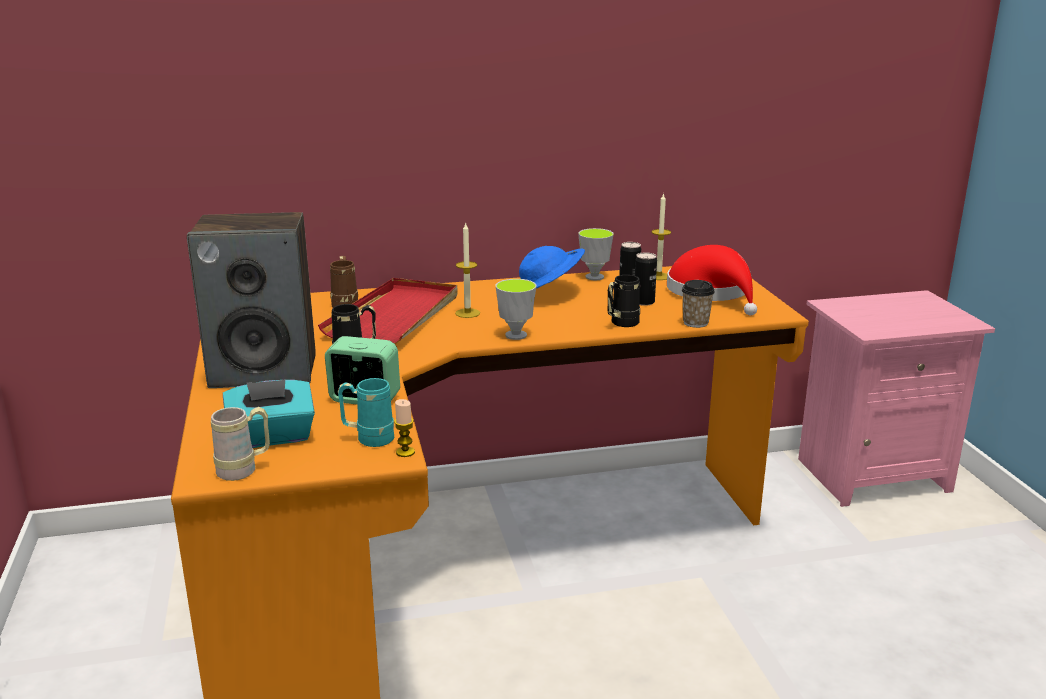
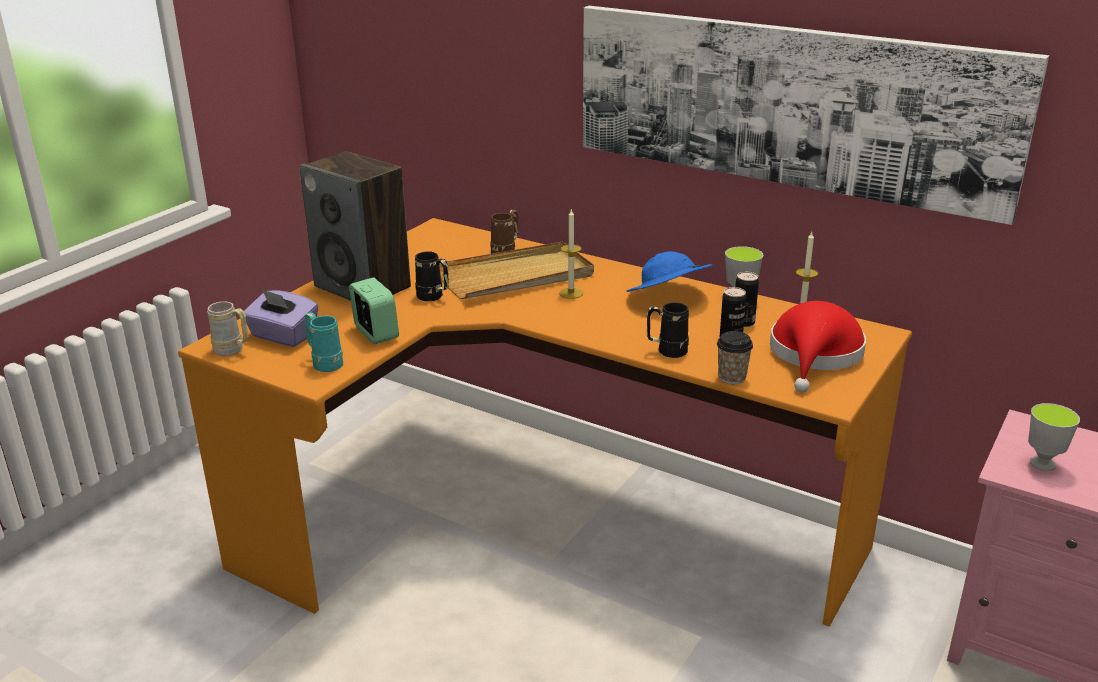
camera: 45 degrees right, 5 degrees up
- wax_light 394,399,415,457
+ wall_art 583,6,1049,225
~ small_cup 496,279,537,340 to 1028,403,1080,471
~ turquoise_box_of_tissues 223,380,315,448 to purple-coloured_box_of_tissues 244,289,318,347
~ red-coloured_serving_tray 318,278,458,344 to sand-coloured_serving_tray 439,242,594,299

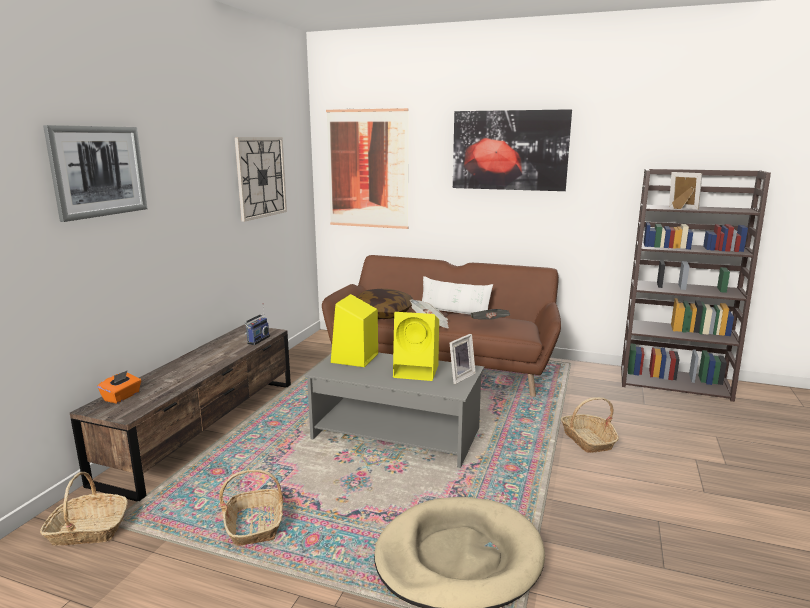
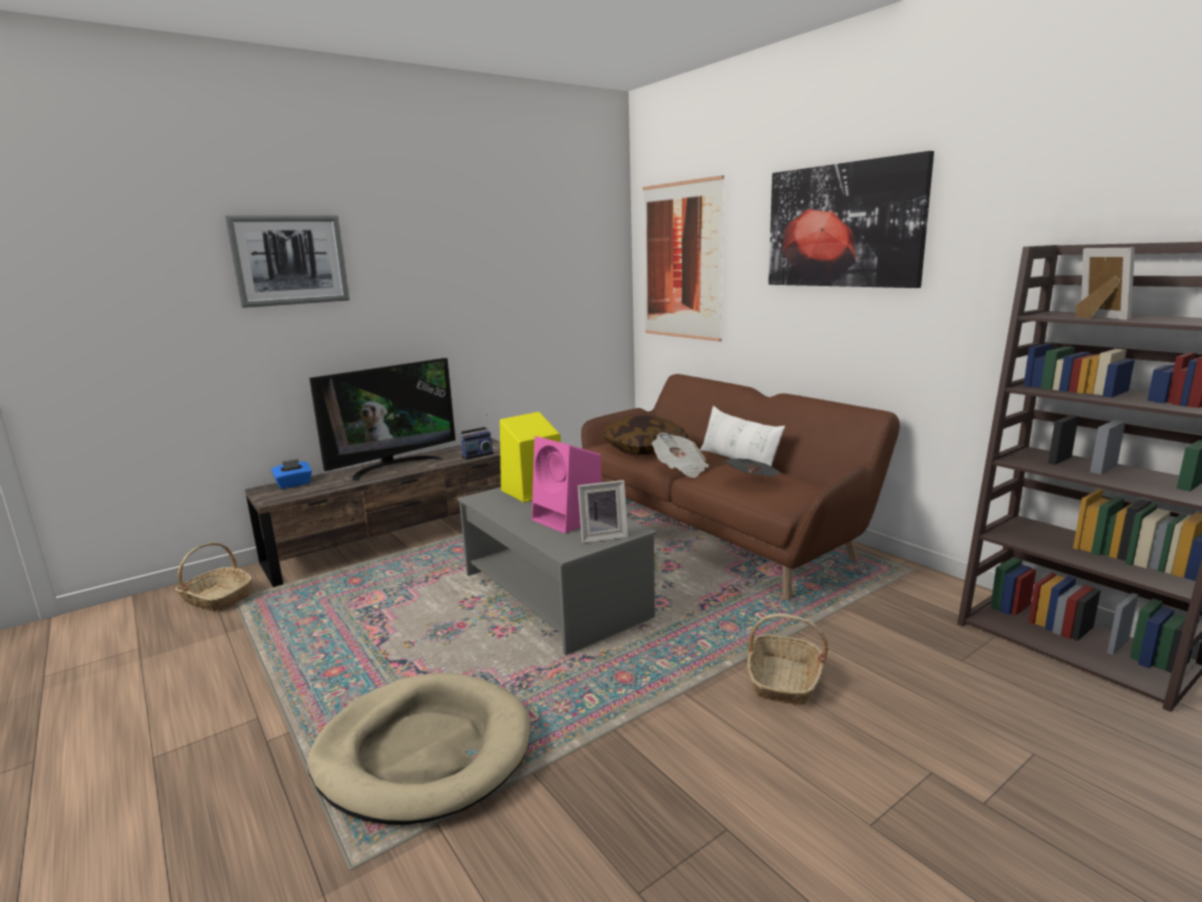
camera: 35 degrees right, 0 degrees up
- storage_basket 219,469,283,546
- hanging_clock 235,137,287,222
+ television 309,358,456,482
~ orange-coloured_box_of_tissues 97,370,141,404 to blue-coloured_box_of_tissues 271,459,312,489
~ yellowish_audio_speaker 393,312,439,381 to pink-coloured_audio_speaker 532,436,602,533

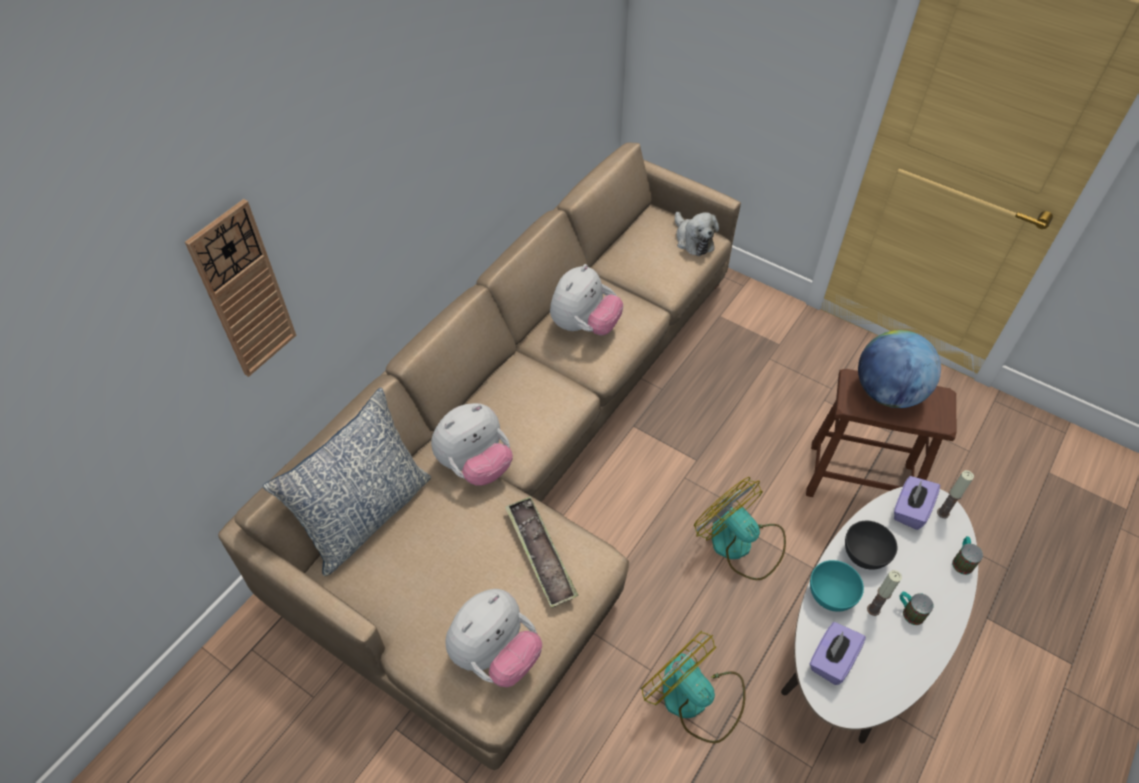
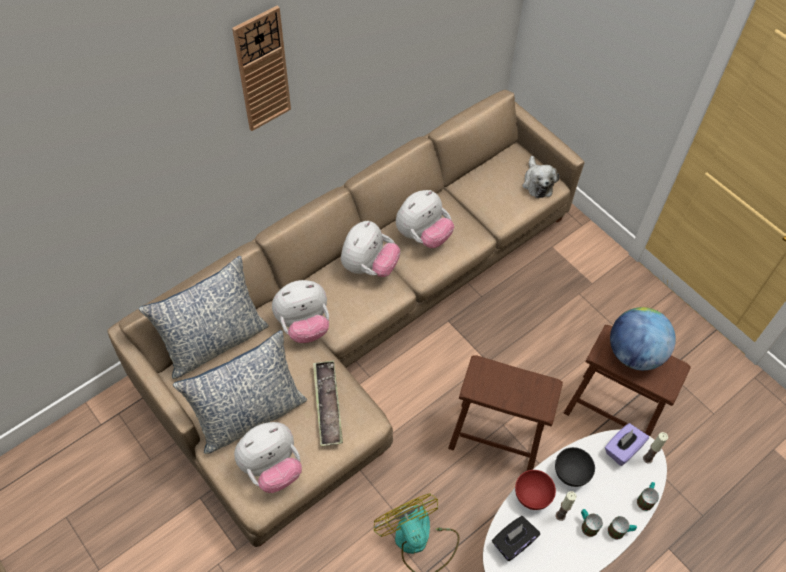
camera: 15 degrees right, 5 degrees up
+ cushion 173,330,307,454
+ cuddly_toy 341,221,400,277
+ tea_mug 608,516,637,539
~ hanging_clock 185,199,296,377 to 232,6,291,131
~ electric_fan 694,477,786,580 to brown-coloured_sitting_stool 448,356,563,471
~ turquoise_deep_dish 810,560,864,612 to red-coloured_deep_dish 515,470,556,510
~ purple-coloured_box_of_tissues 810,622,866,685 to blackish_box_of_tissues 492,516,540,561

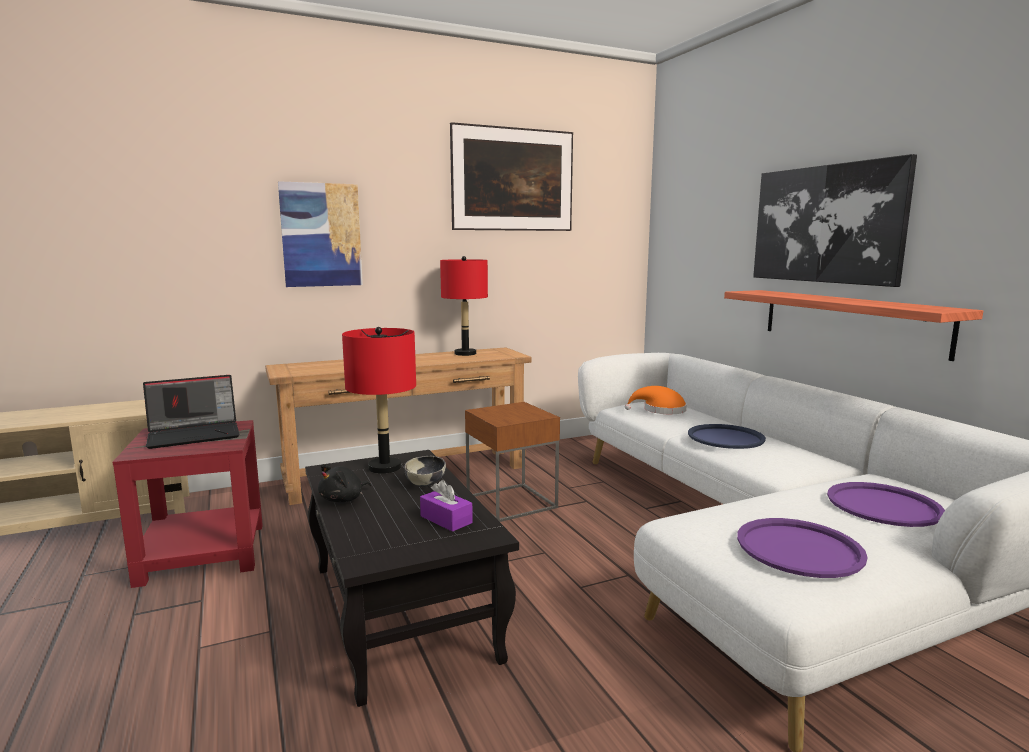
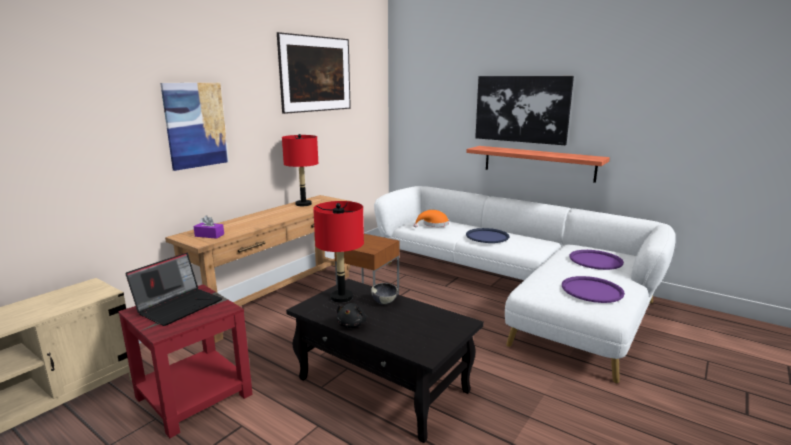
camera: 30 degrees left, 5 degrees up
~ purple-coloured_box_of_tissues 420,480,473,532 to 193,215,224,239

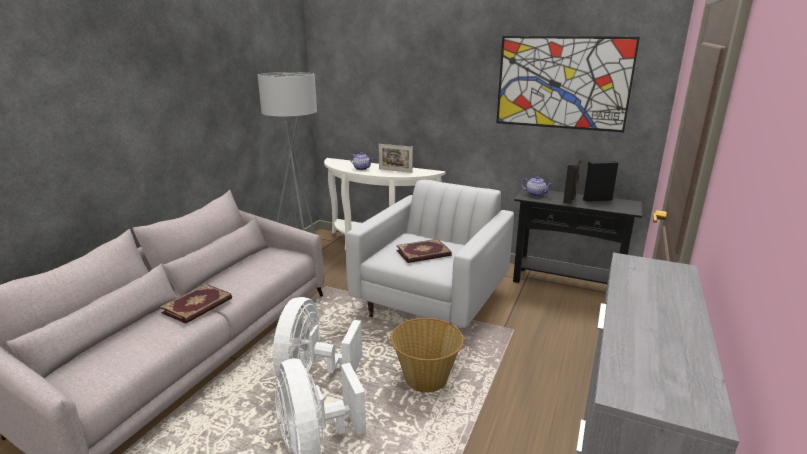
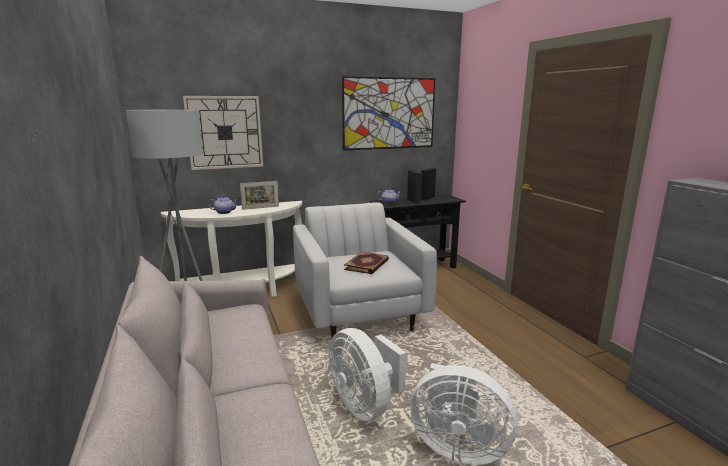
camera: 45 degrees left, 5 degrees down
- bound_book 160,284,232,324
- storage_basket 391,318,464,393
+ hanging_clock 183,96,263,170

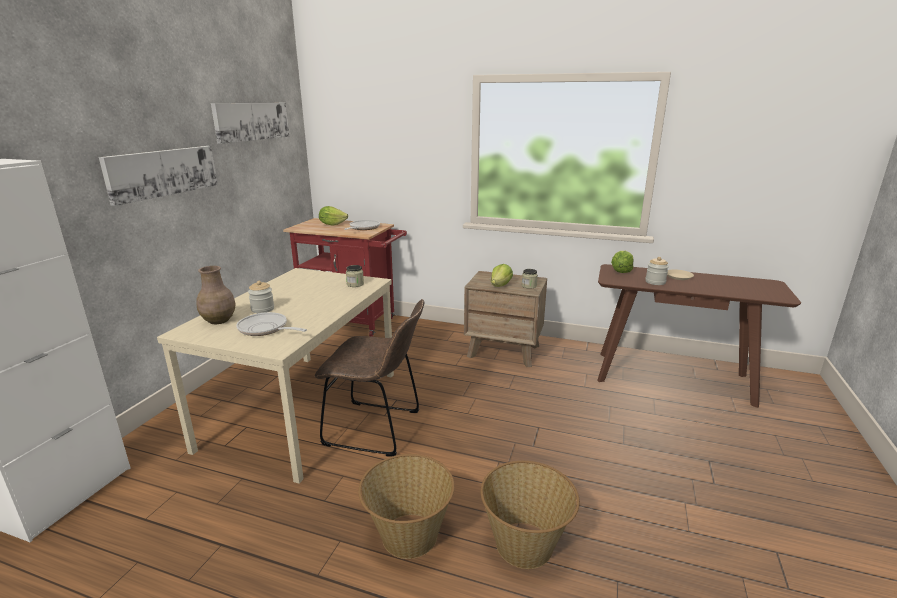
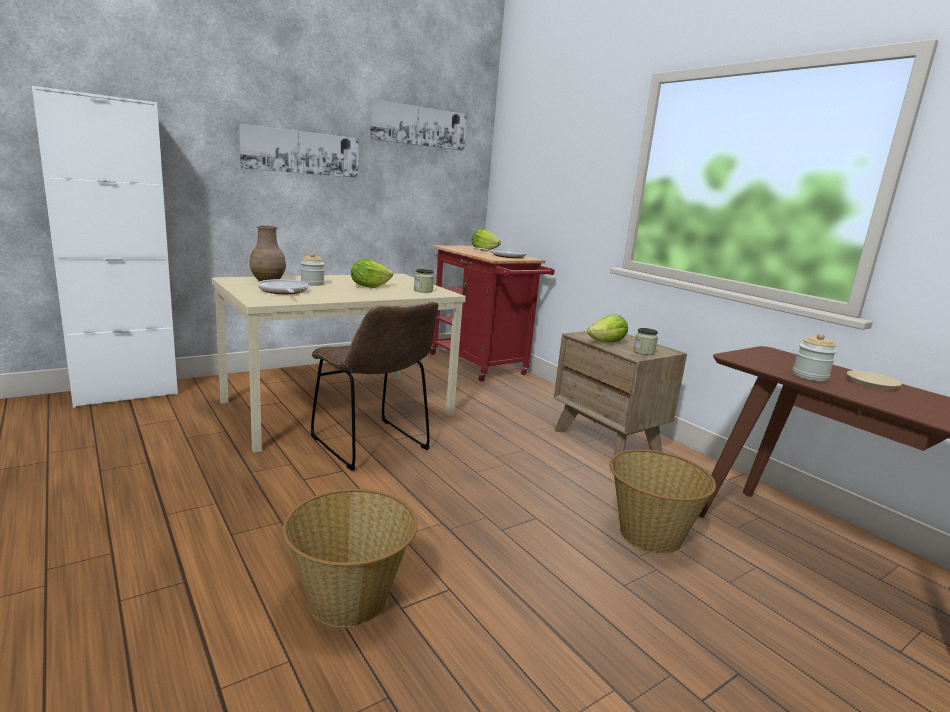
camera: 35 degrees right, 5 degrees down
~ storage_basket 358,454,455,559 to 609,449,716,554
~ lettuce 611,251,634,273 to 351,259,393,288

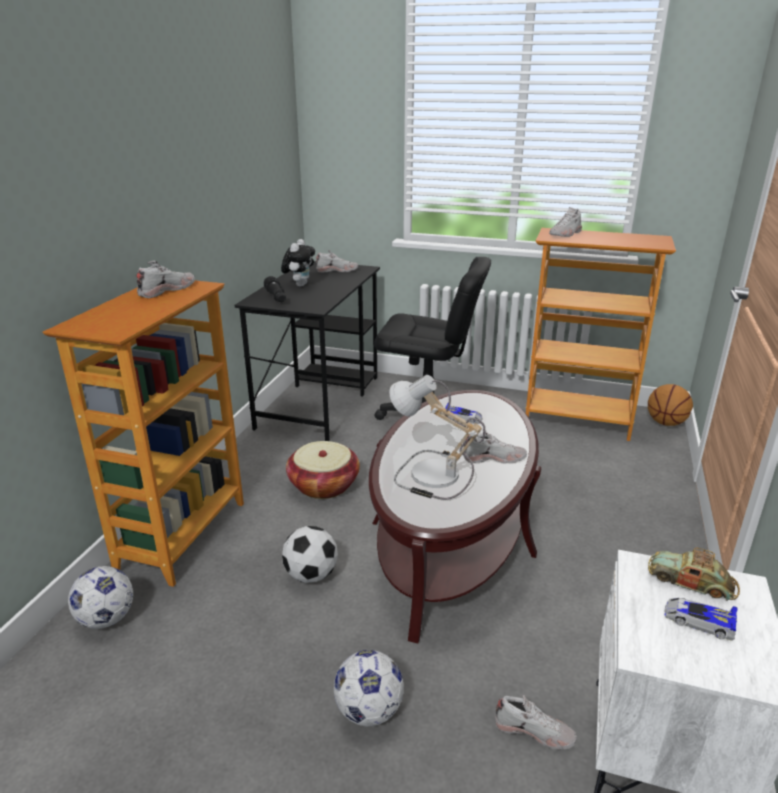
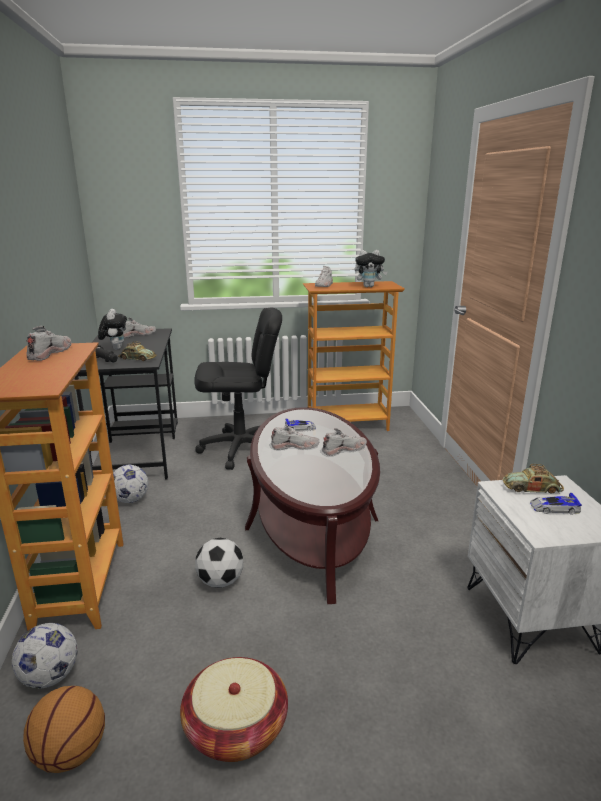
camera: 25 degrees left, 5 degrees down
- table_lamp 389,375,485,500
+ miniature_car 118,342,157,361
+ cuddly_toy 355,250,388,287
~ storage_basket 286,441,360,499 to 180,657,288,762
~ ball_for_football 334,650,404,726 to 113,465,148,503
~ whitish_item_of_footwear 495,695,577,750 to 271,424,319,450
~ basketball_ball 648,384,693,426 to 23,686,105,773

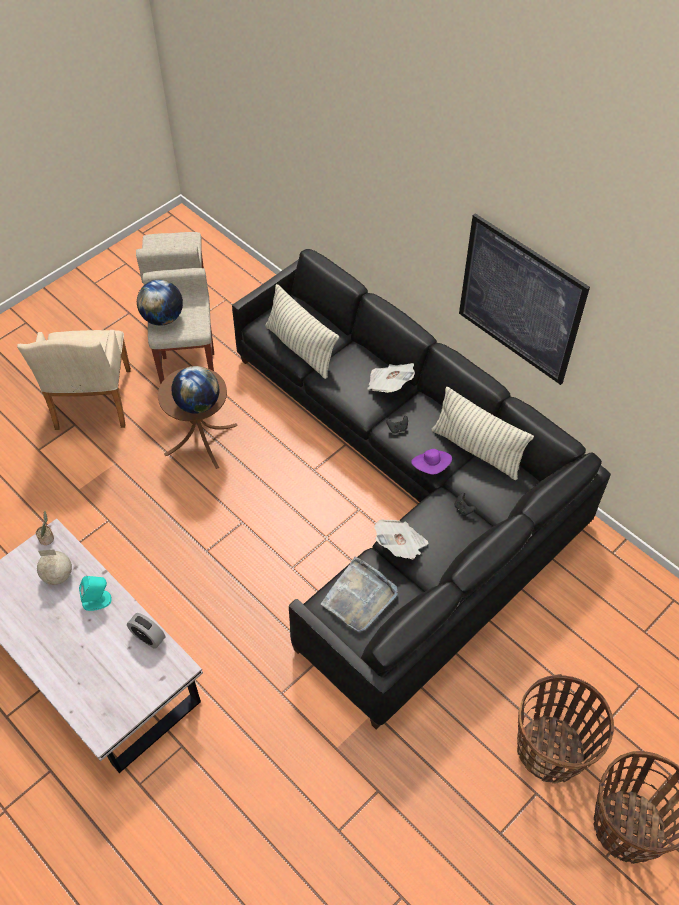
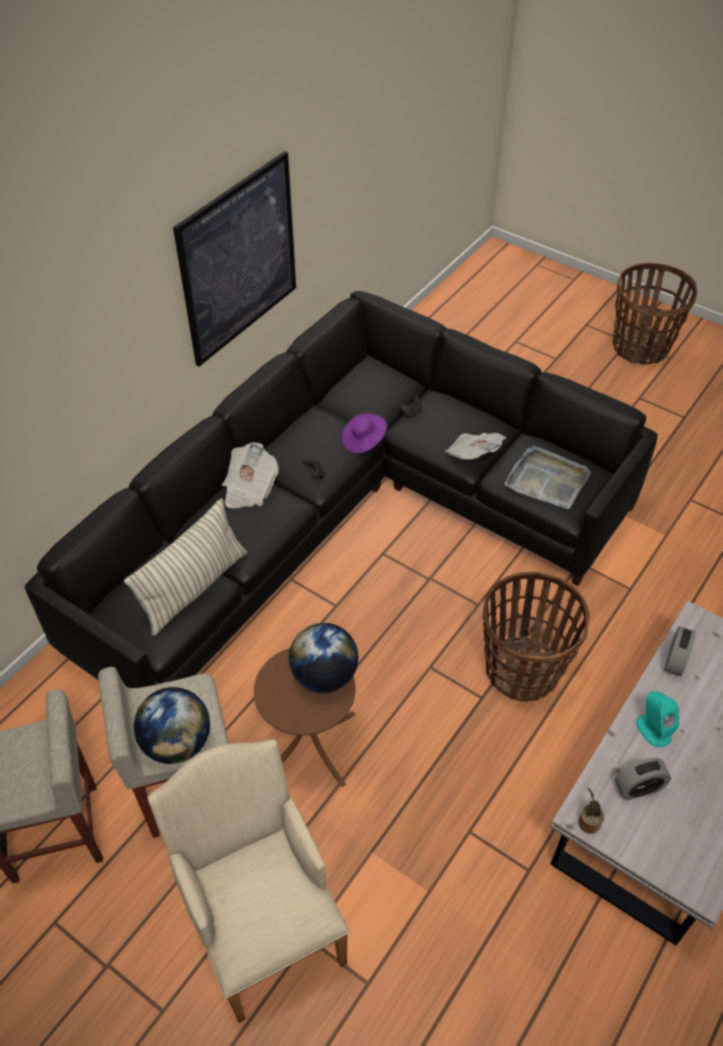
camera: 100 degrees left, 5 degrees down
- cushion 432,387,534,480
~ storage_basket 517,674,614,783 to 483,572,590,702
~ desk_globe 37,549,72,585 to alarm_clock 615,758,671,800
~ sand-coloured_armchair 17,330,131,430 = 148,739,350,1023 105 degrees counterclockwise

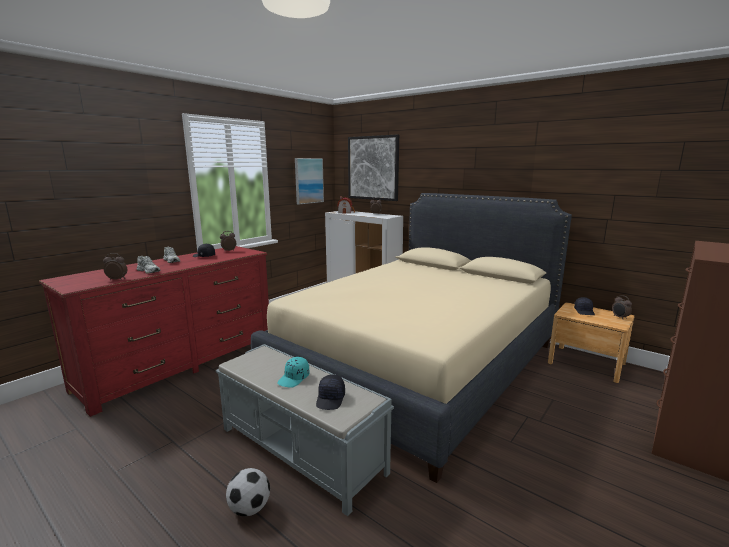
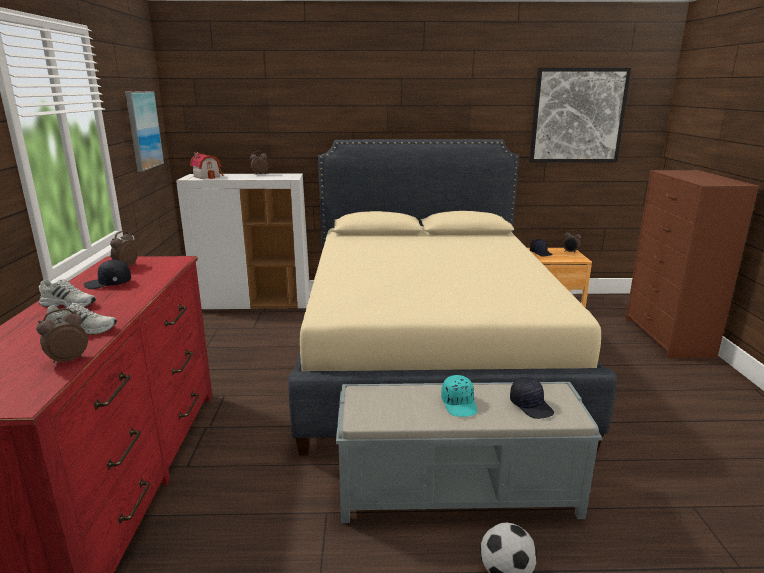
camera: 40 degrees left, 5 degrees up
~ wall_art 348,134,399,201 to 529,68,631,162

